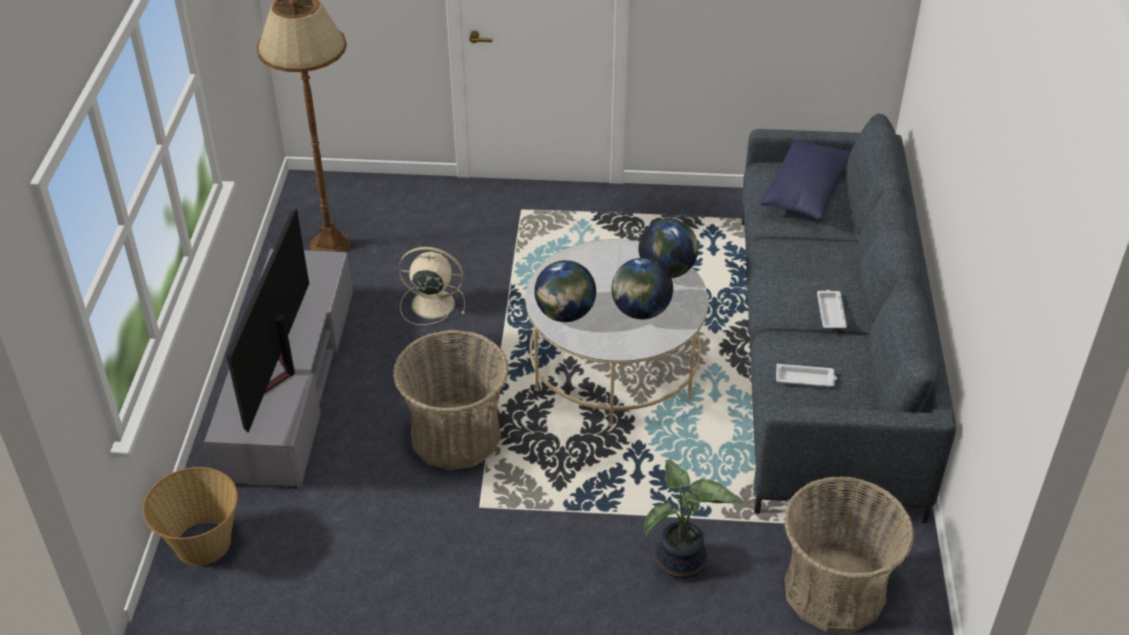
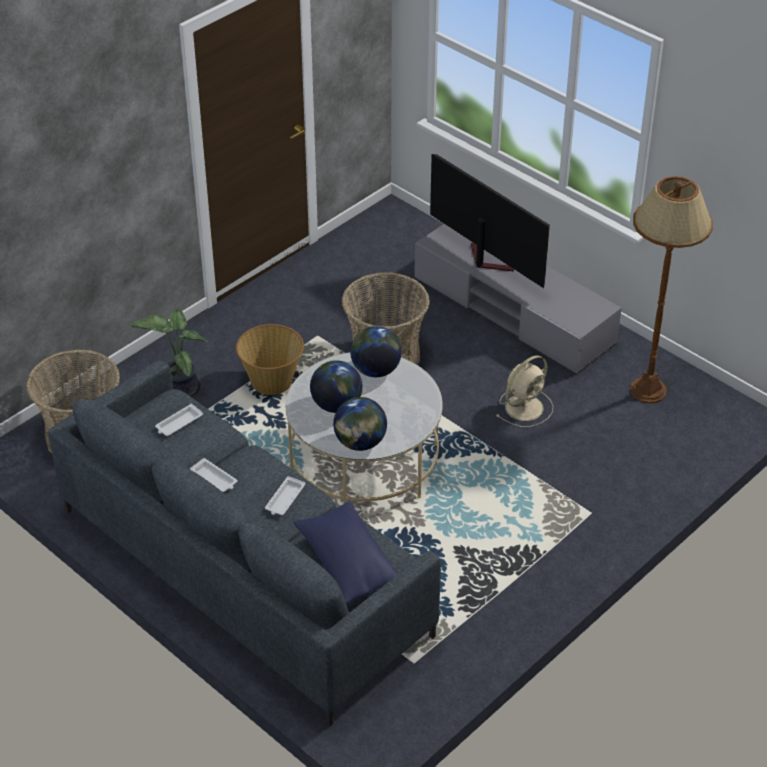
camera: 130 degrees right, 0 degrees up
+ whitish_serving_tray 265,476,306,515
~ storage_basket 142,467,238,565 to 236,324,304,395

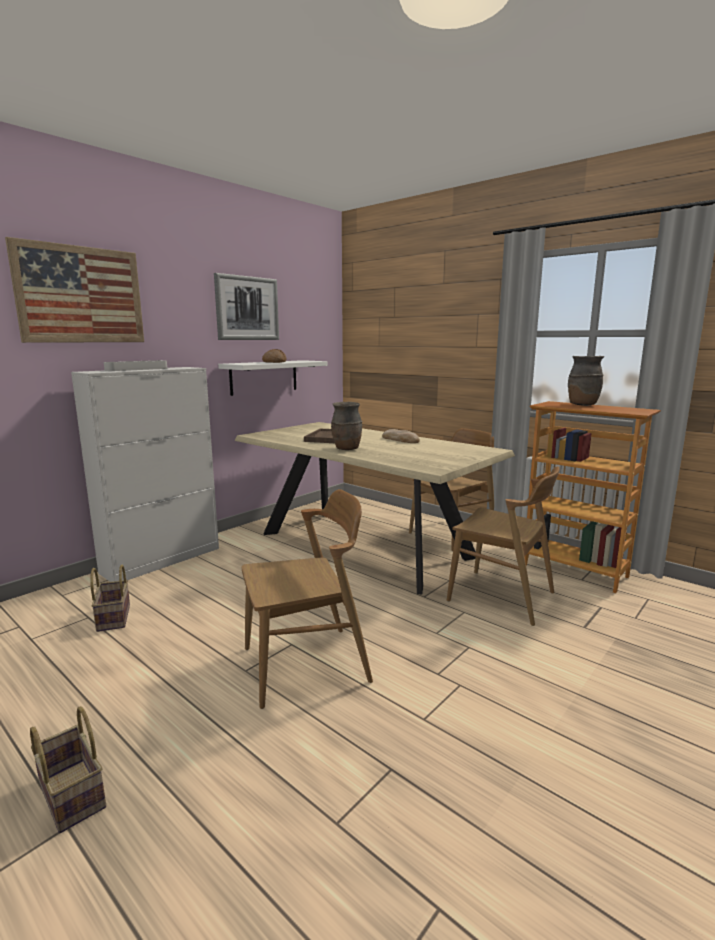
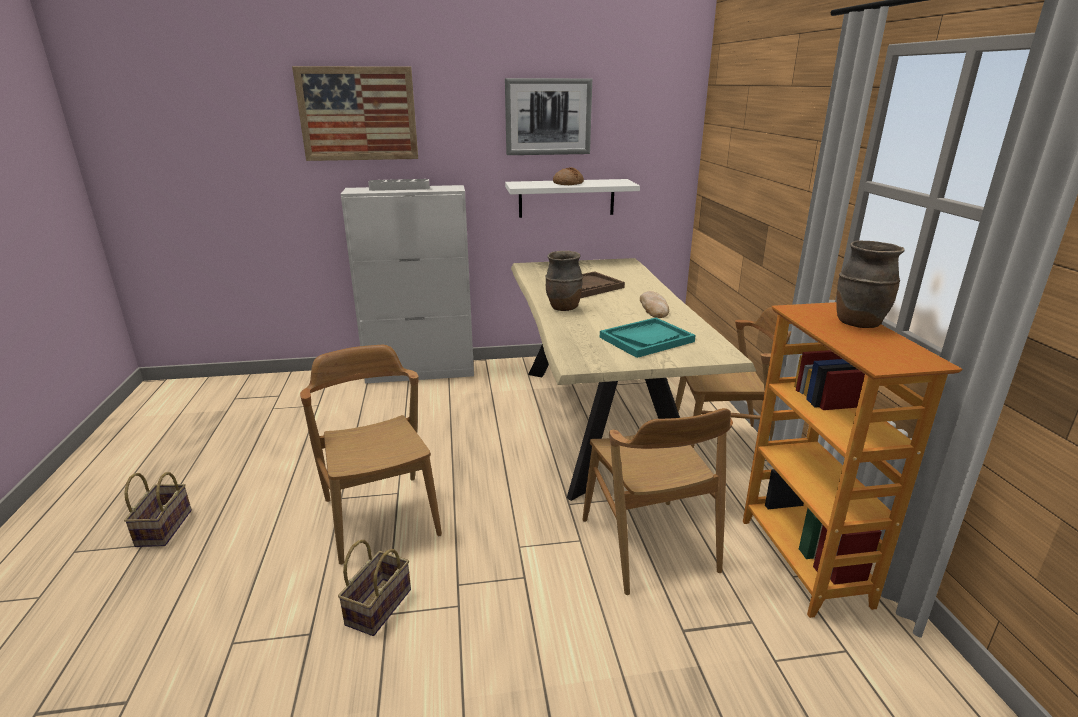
camera: 40 degrees right, 10 degrees up
+ turquoise_serving_tray 600,317,695,358
~ storage_basket 90,564,130,632 to 338,540,411,636
~ brown-coloured_chair 242,489,373,709 = 300,345,442,565 135 degrees counterclockwise

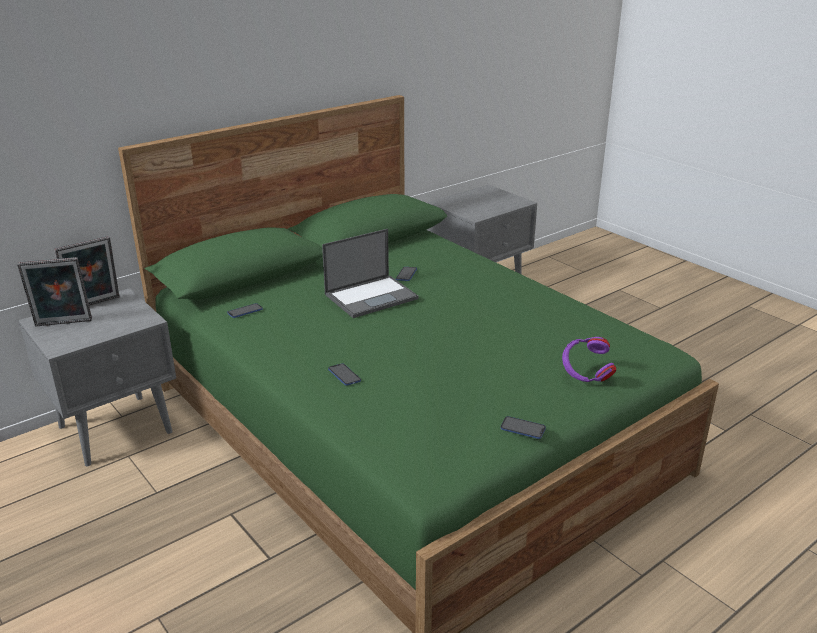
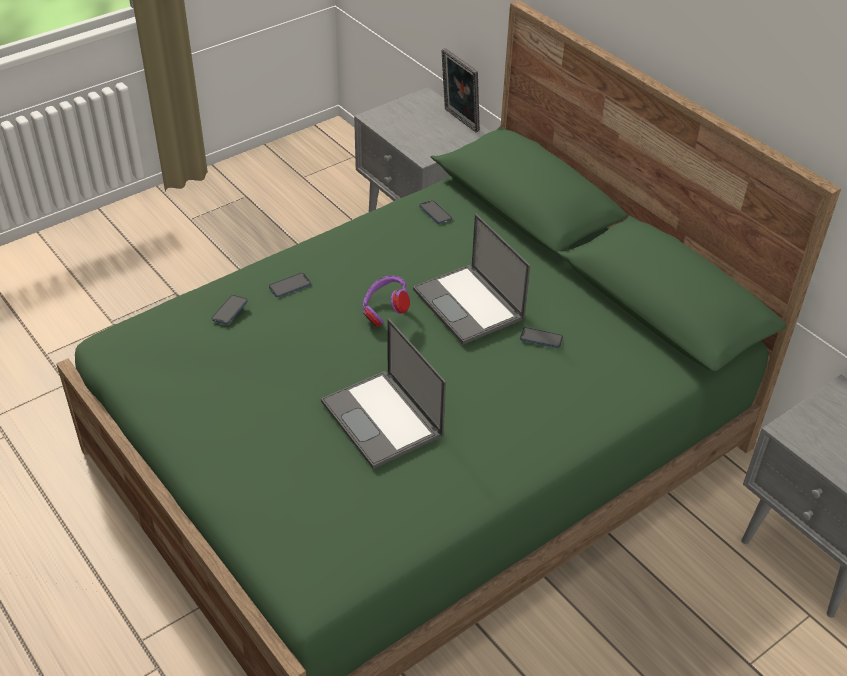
camera: 90 degrees right, 15 degrees up
- photo_frame 17,257,92,327
+ notebook_computer 321,318,446,469
~ handset 501,416,546,439 to 211,295,248,324
~ purple-coloured_headphones 562,337,616,382 to 363,276,410,327

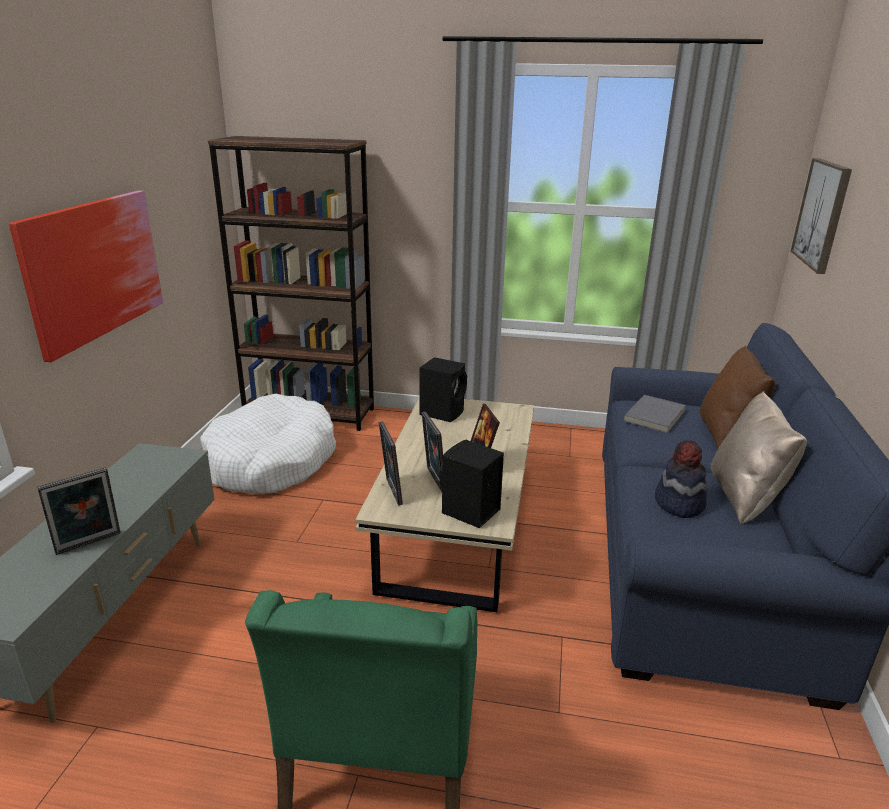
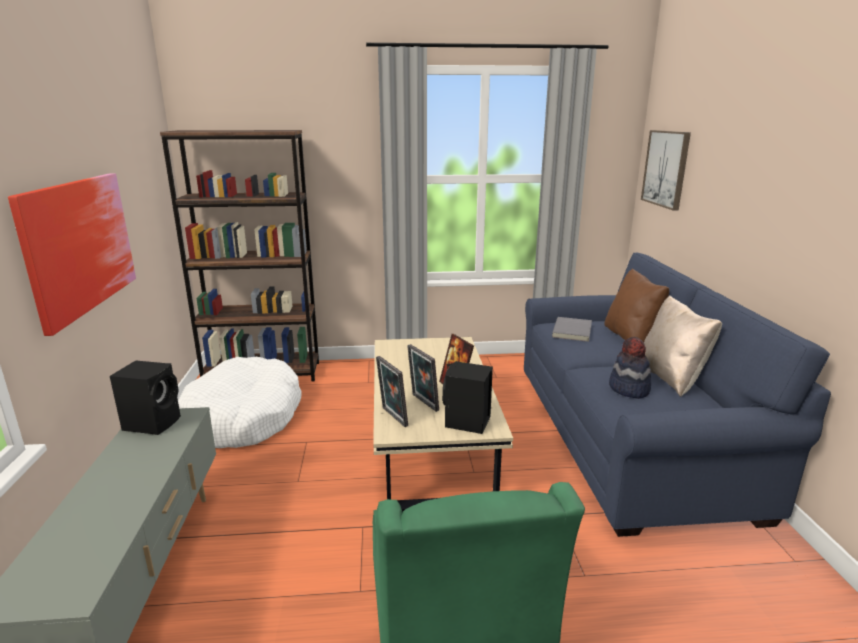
camera: 15 degrees left, 5 degrees down
- photo_frame 37,467,121,555
~ blackish_audio_speaker 419,357,467,422 to 110,360,181,435

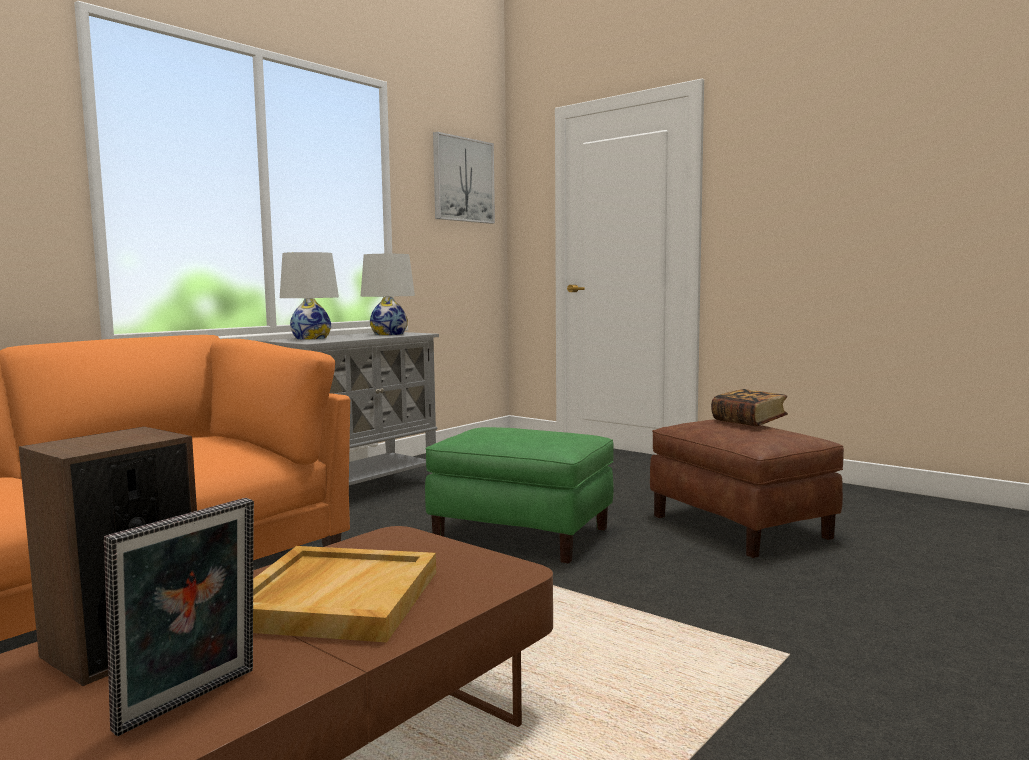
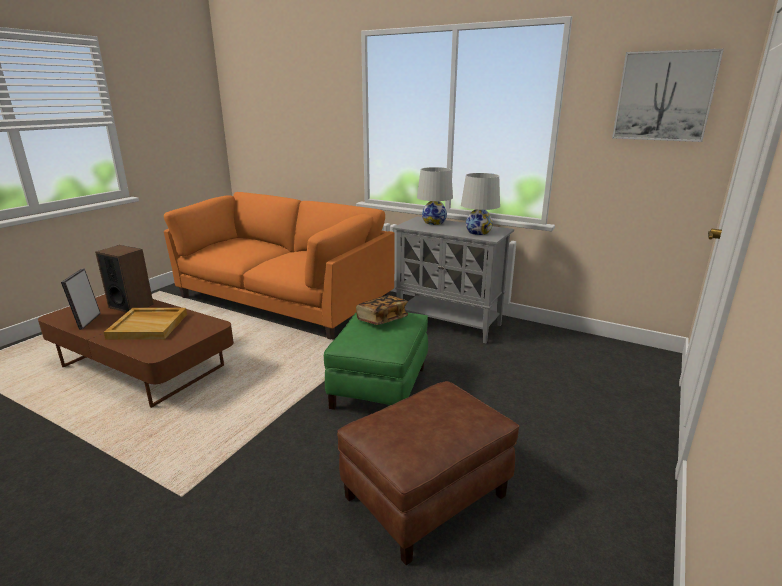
camera: 80 degrees right, 15 degrees up
~ bound_book 711,389,788,426 to 356,295,408,325
~ photo_frame 104,498,254,736 = 61,268,101,330 60 degrees clockwise

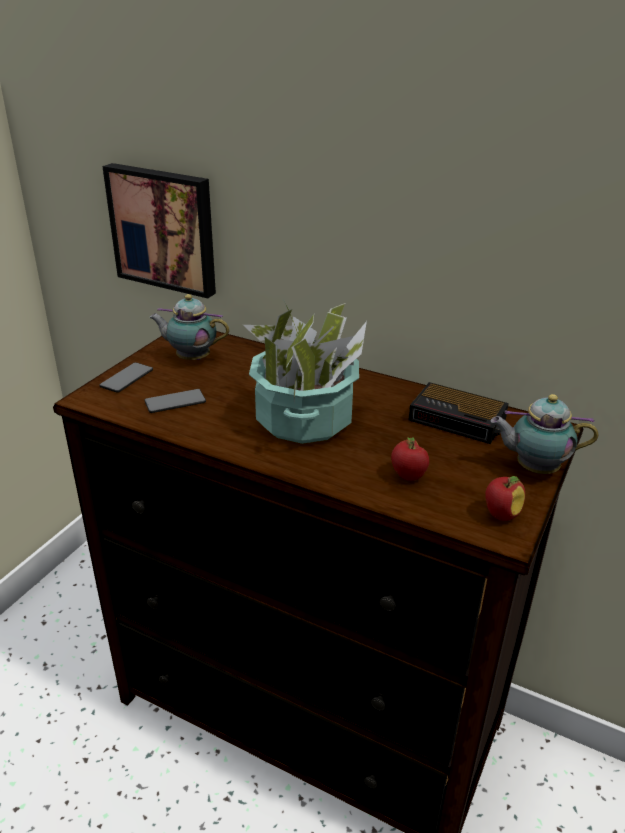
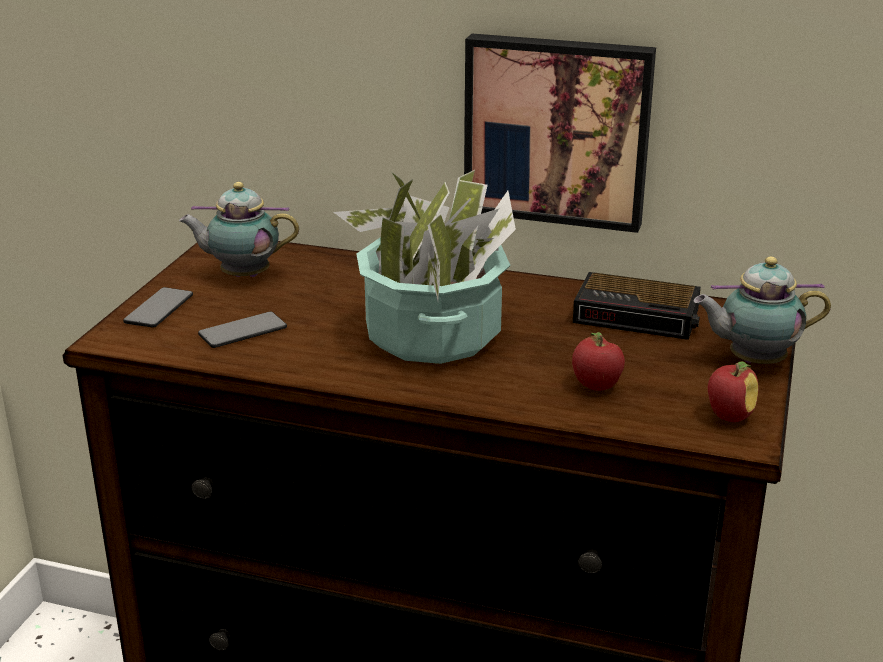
camera: 10 degrees left, 5 degrees down
~ wall_art 102,163,216,299 to 464,34,656,233

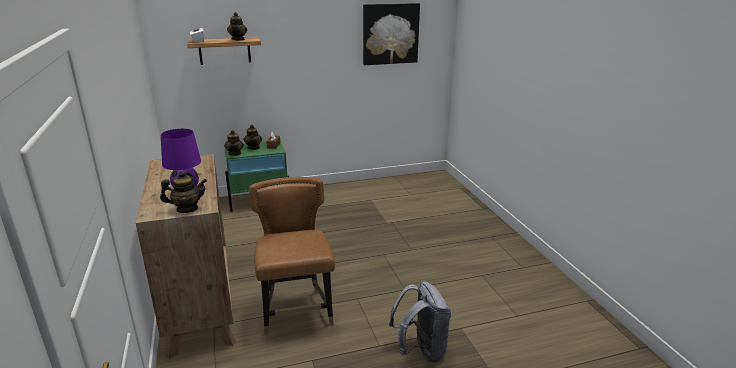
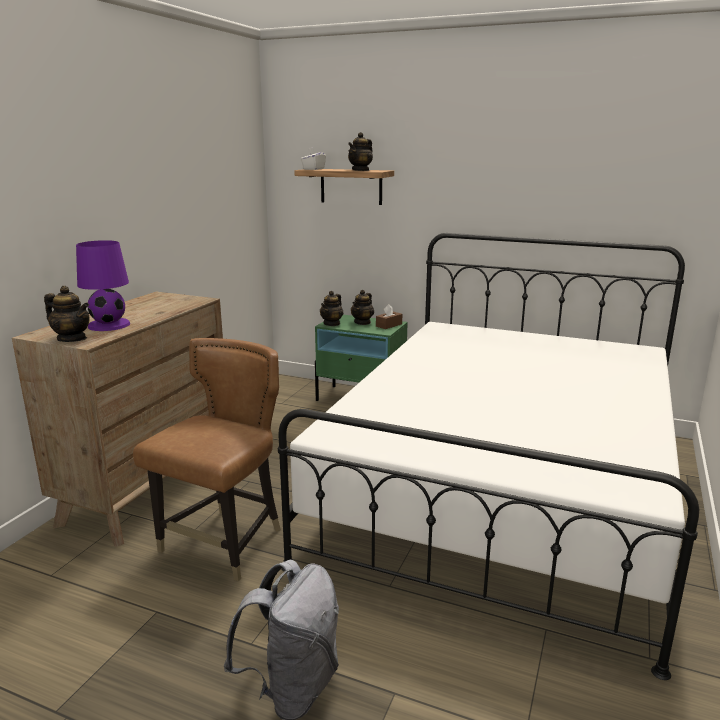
camera: 40 degrees right, 5 degrees down
- wall_art 363,3,420,65
+ whitish_sleeping_bed 278,233,699,680

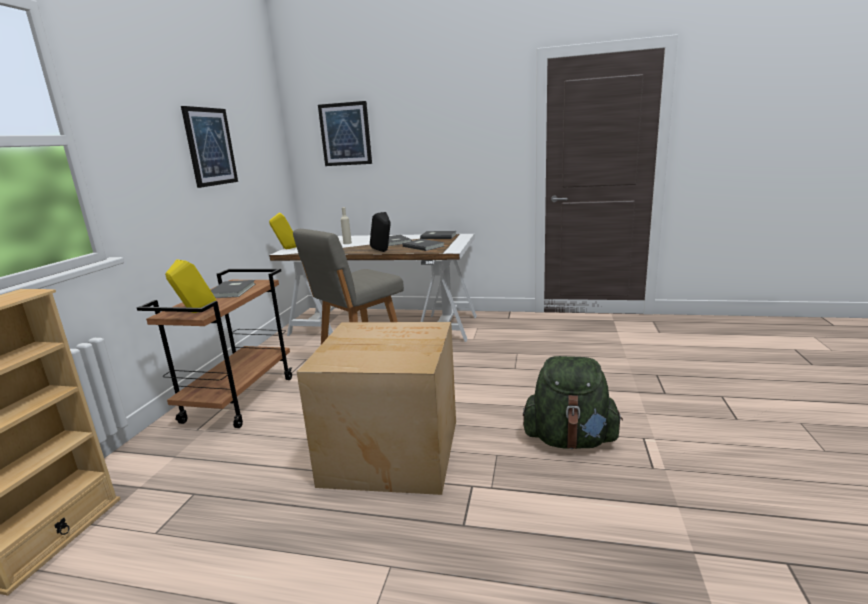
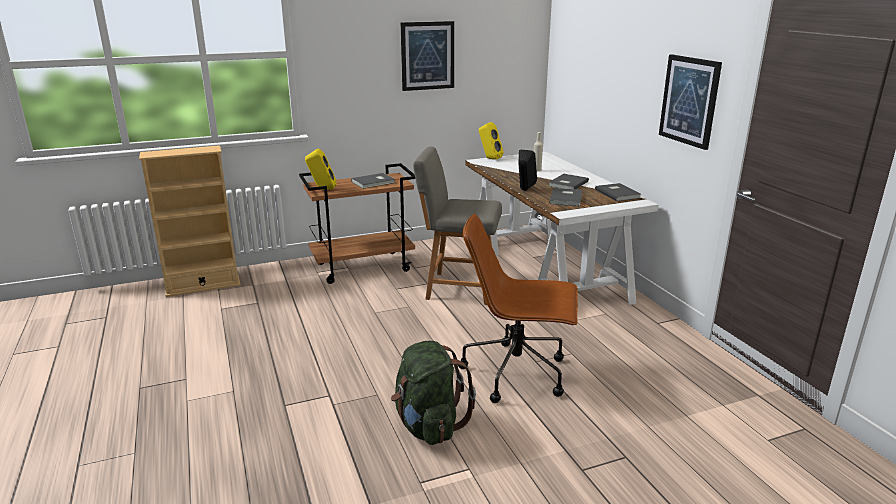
camera: 55 degrees right, 5 degrees up
- packing_box 297,322,456,495
+ brown-coloured_computer_chair 458,213,578,403
~ wall_art 318,101,372,166 to 659,55,722,150

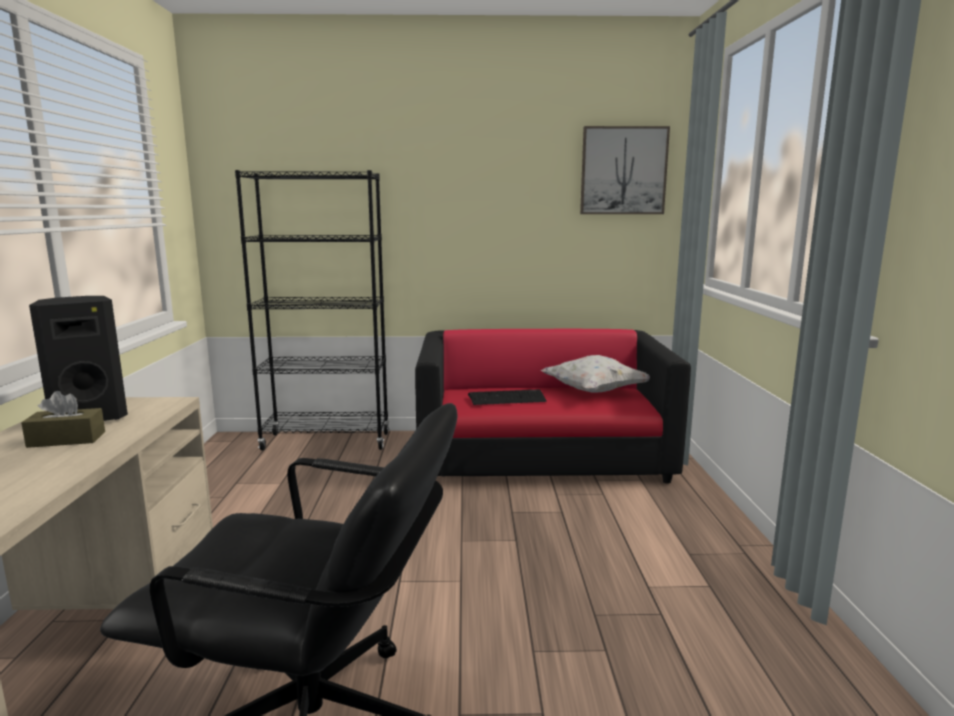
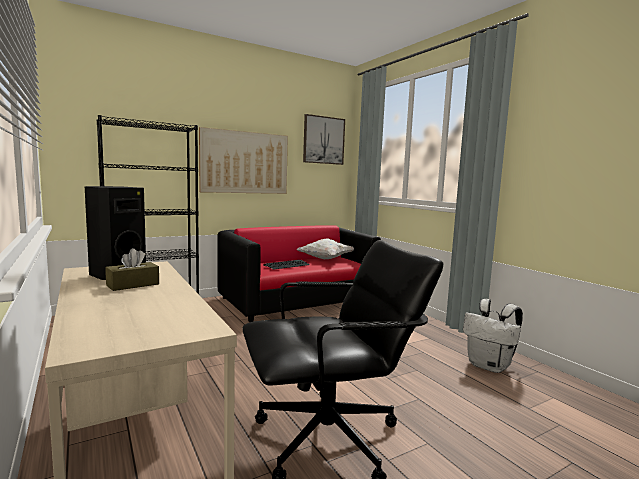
camera: 30 degrees left, 5 degrees down
+ wall_art 199,127,288,194
+ whitish_rucksack 463,299,523,373

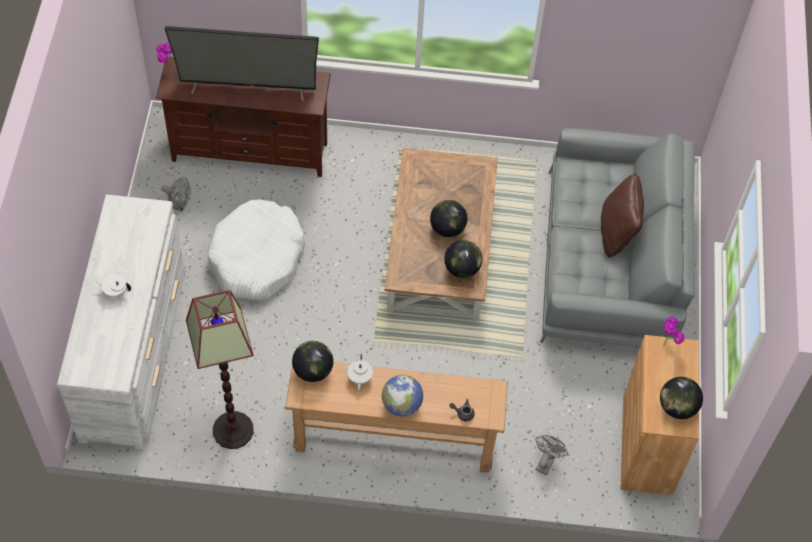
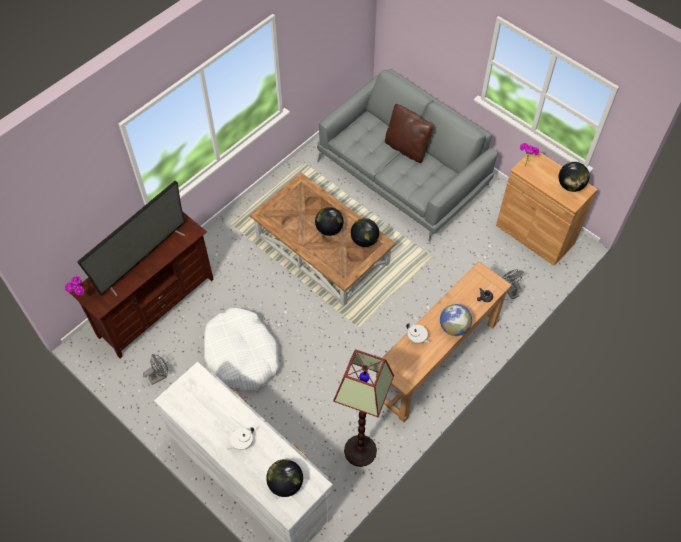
camera: 50 degrees left, 0 degrees up
~ desk_globe 292,341,333,382 to 266,459,303,497

